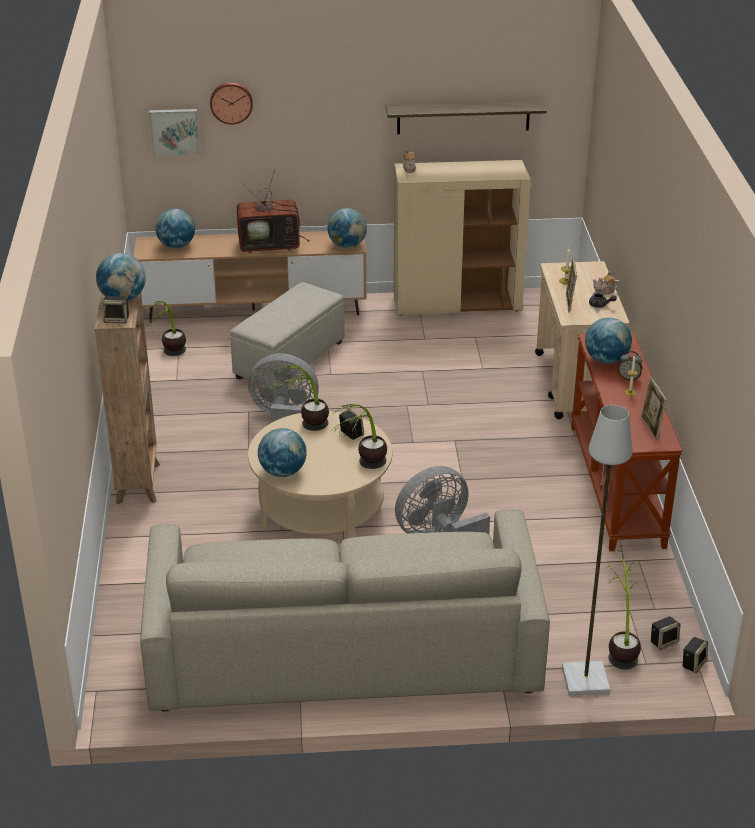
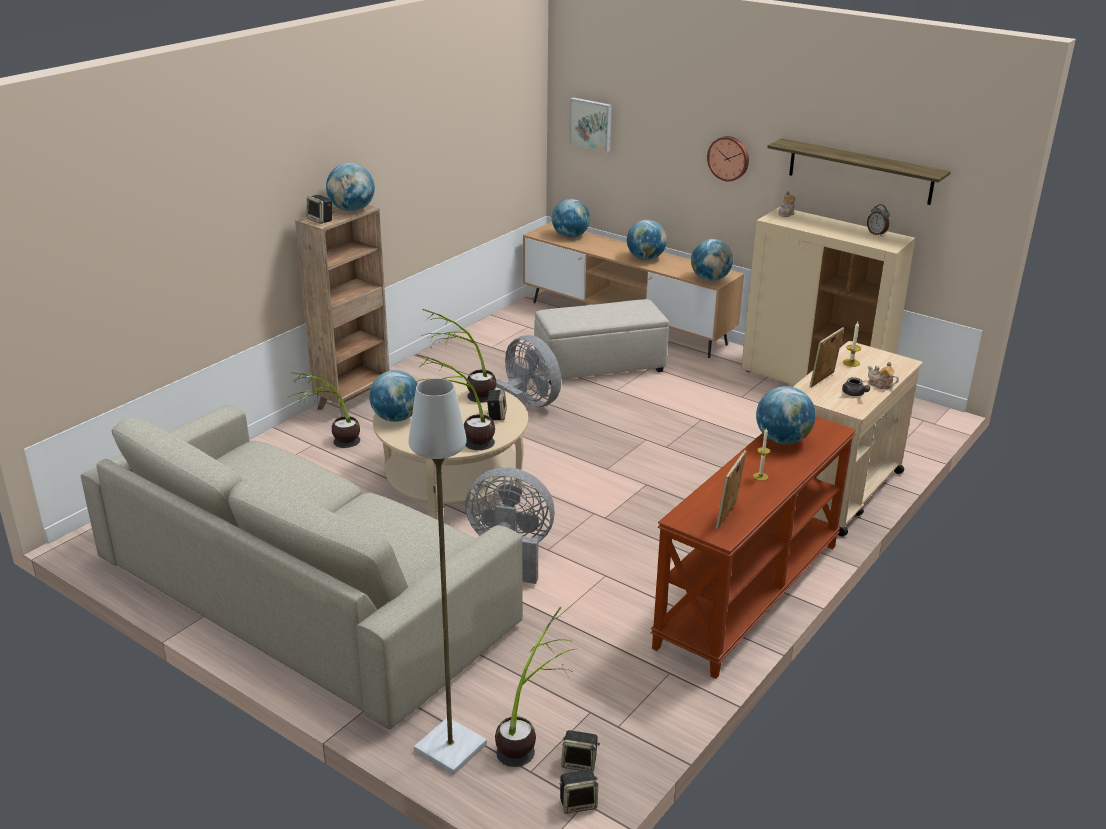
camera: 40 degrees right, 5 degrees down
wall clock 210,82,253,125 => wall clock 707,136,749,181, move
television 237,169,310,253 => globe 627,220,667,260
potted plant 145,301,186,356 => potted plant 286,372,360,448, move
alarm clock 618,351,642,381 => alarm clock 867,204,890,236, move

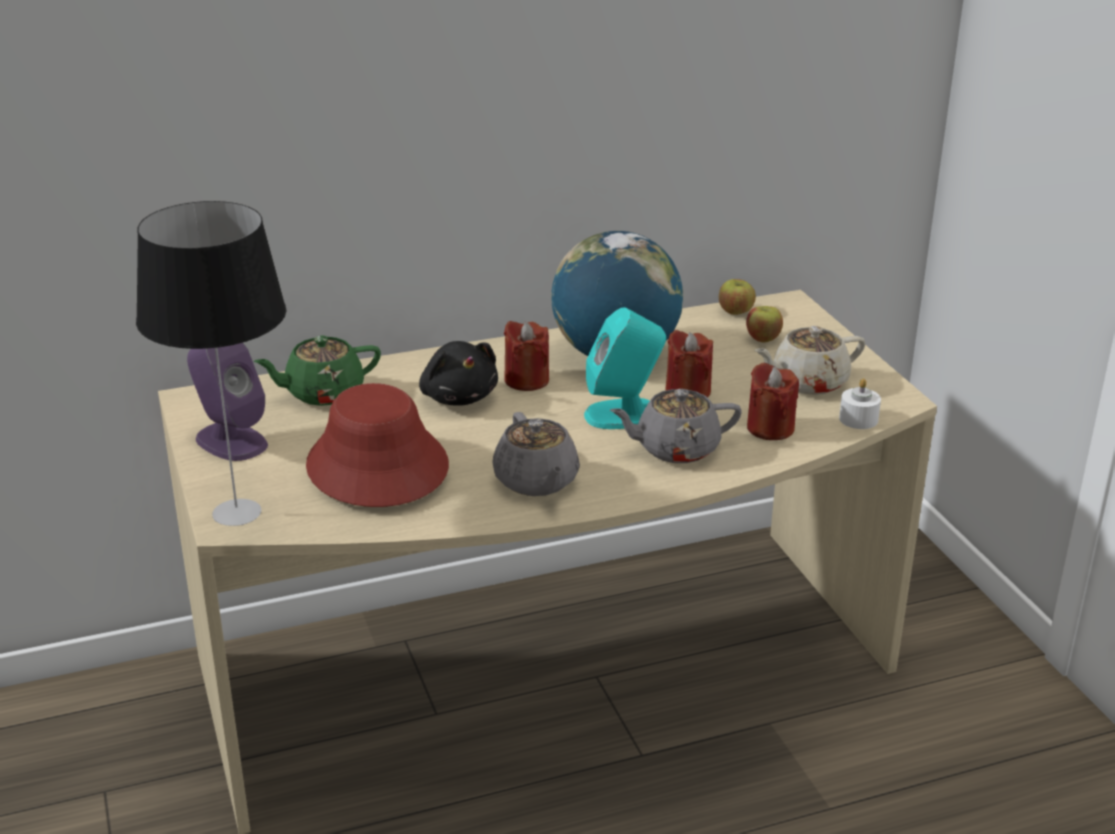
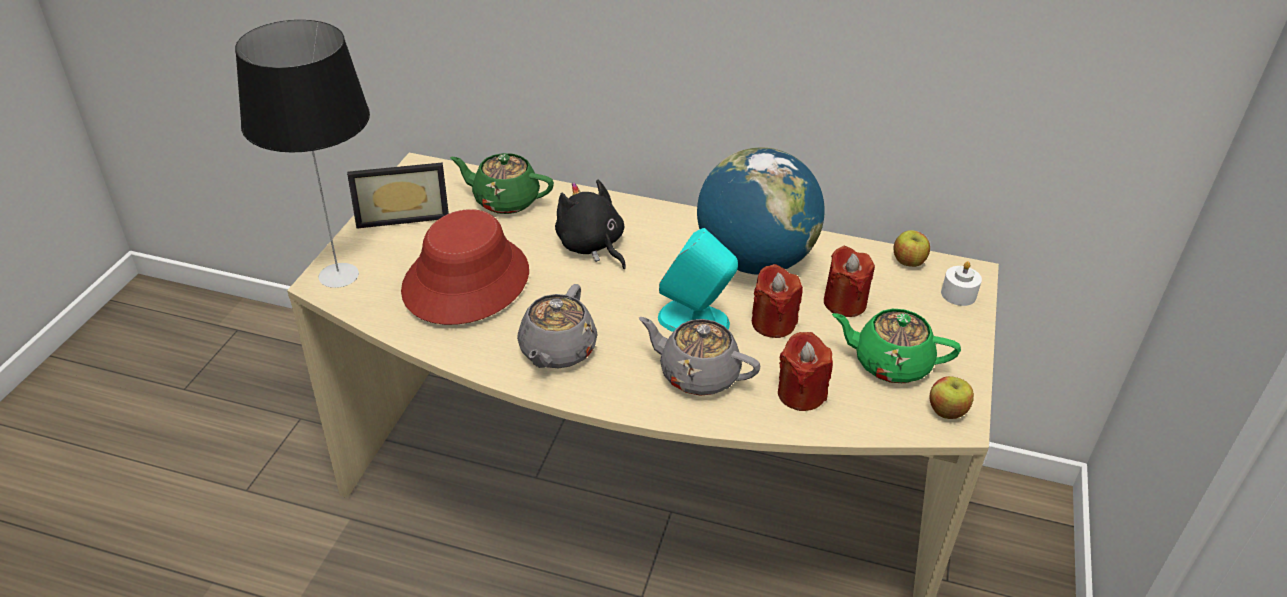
camera: 35 degrees right, 10 degrees up
apple 746,306,783,342 => apple 930,376,974,419, move
red candle 504,321,549,391 => red candle 824,246,875,317, move
beige teapot 754,326,866,395 => green teapot 832,309,961,383
black plush toy 419,341,498,406 => black plush toy 555,180,626,269, 135 degrees clockwise
purple speaker 187,343,268,461 => picture frame 347,162,449,229
white candle 839,379,881,429 => white candle 941,261,982,306, move

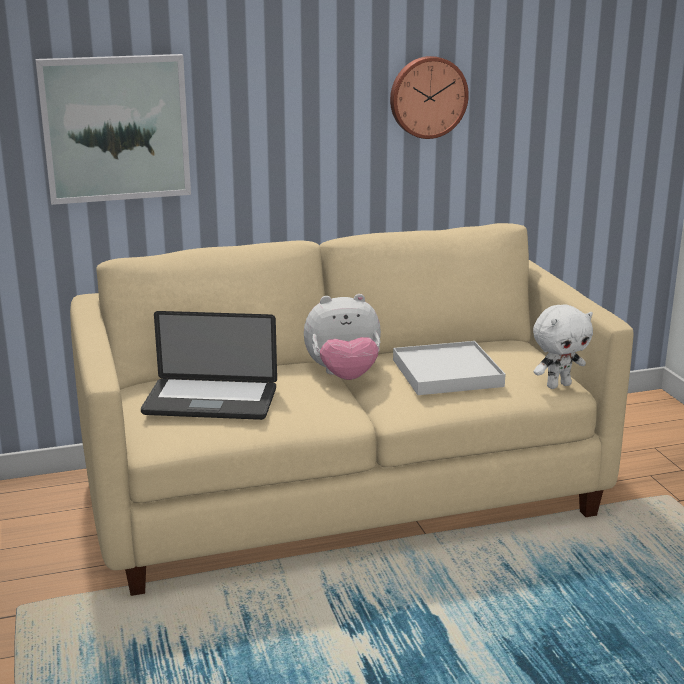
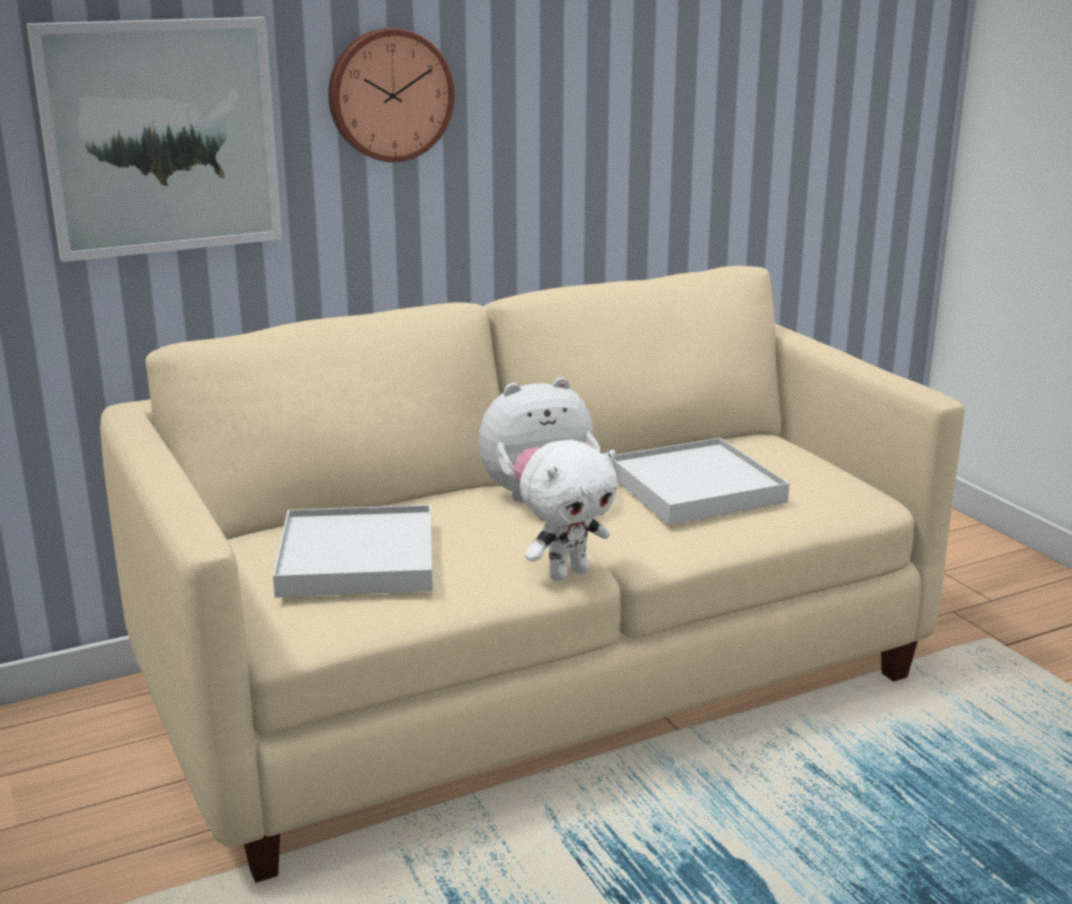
camera: 10 degrees left, 0 degrees up
wall clock 390,56,469,139 => wall clock 328,28,455,162, move
white plush toy 533,305,593,389 => white plush toy 520,440,618,581, move
laptop 141,311,277,420 => white tray 273,505,433,598

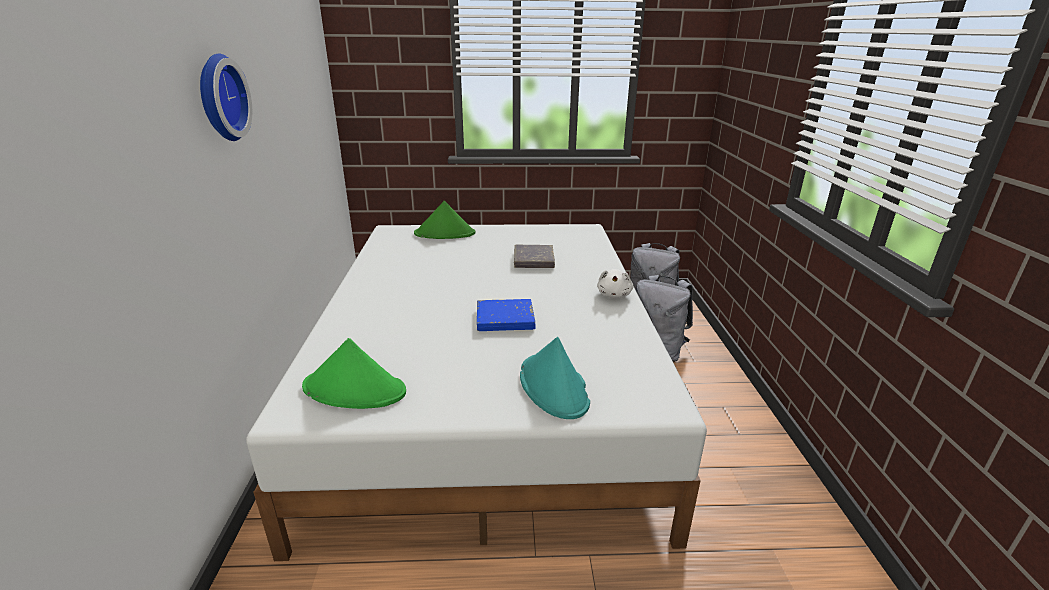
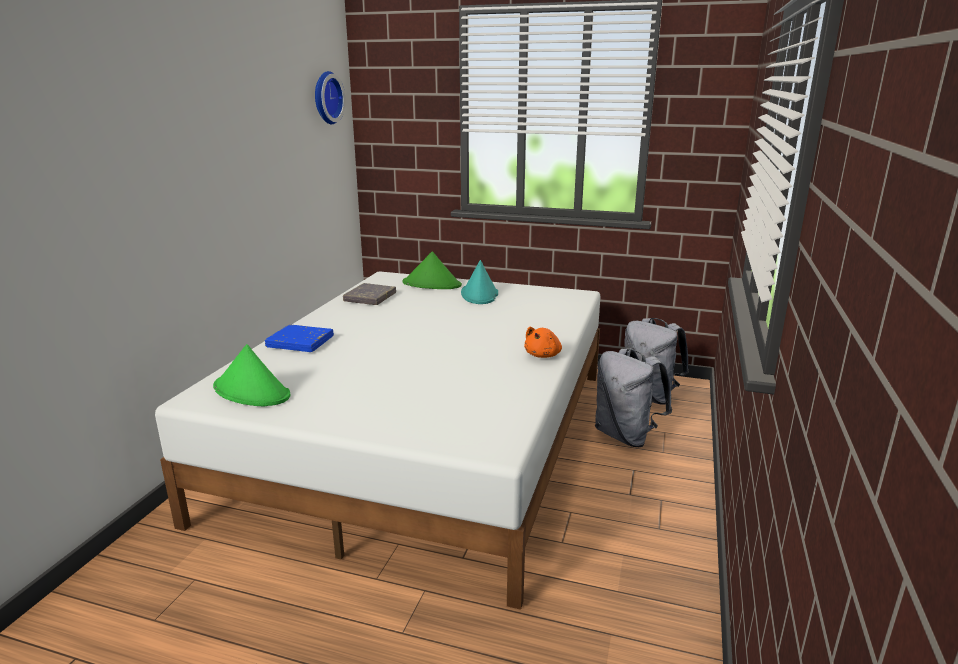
camera: 20 degrees right, 5 degrees down
wall clock 200,53,252,141 => wall clock 315,71,345,124, move
grey book 514,245,555,268 => grey book 343,283,396,305, move
white plush toy 597,269,633,298 => orange plush toy 524,327,562,358
blue book 477,299,535,331 => blue book 265,324,334,352, move
turquoise hat 520,337,590,419 => turquoise hat 461,260,498,304, move

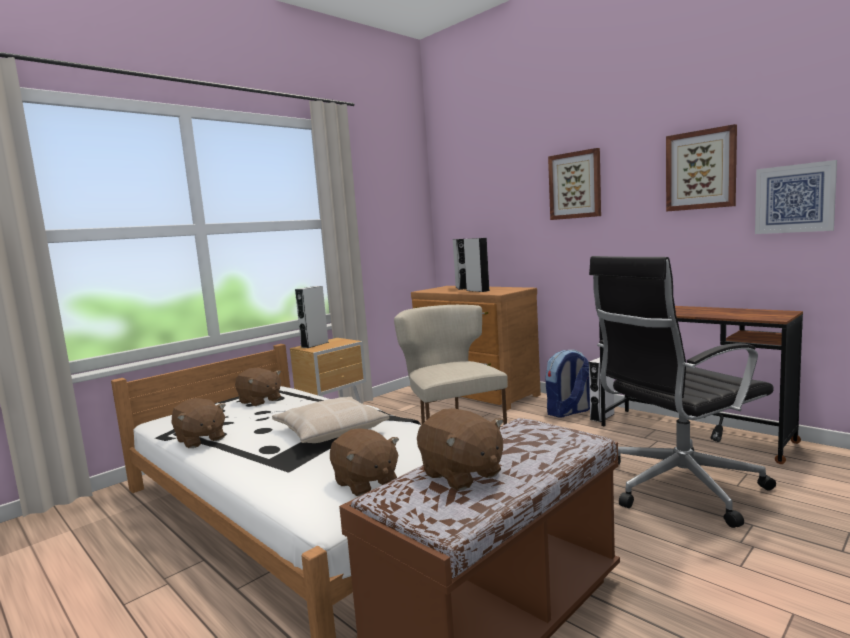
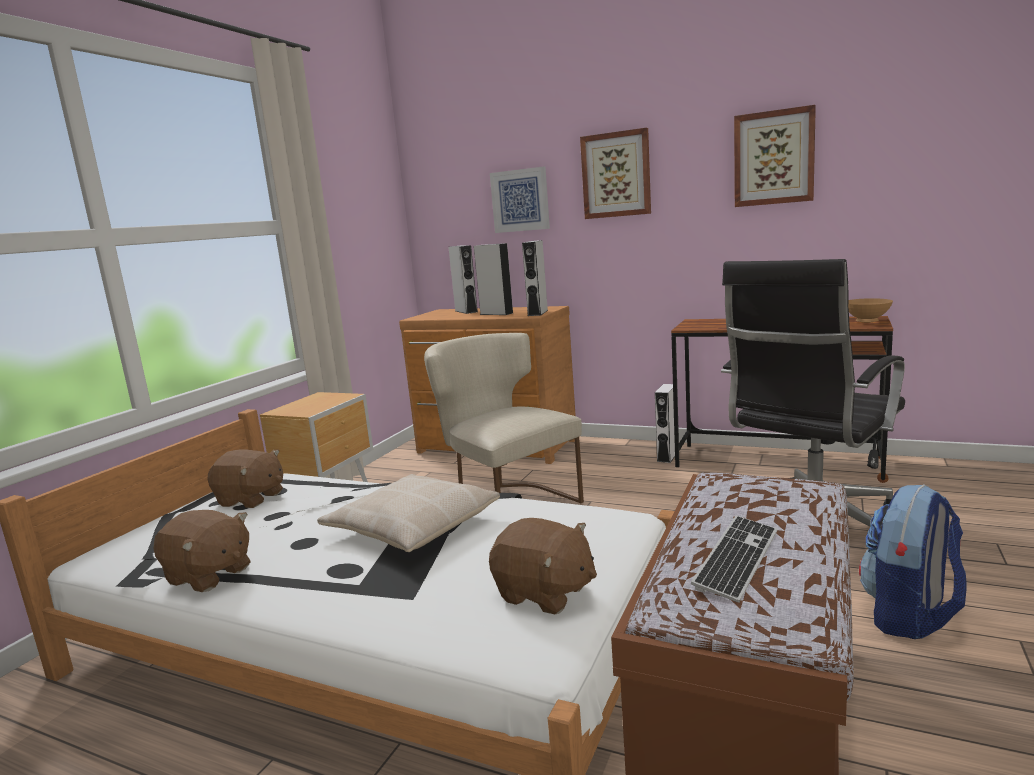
camera: 20 degrees left, 5 degrees up
picture 755,160,837,234 => picture 490,166,550,233, move
grey speaker 295,286,329,348 => grey speaker 522,240,548,316, move
backpack 545,350,590,418 => backpack 859,484,966,639, move
brown plush toy 417,408,504,490 => keyboard 691,516,777,603
nothing => brown bowl 848,298,893,323

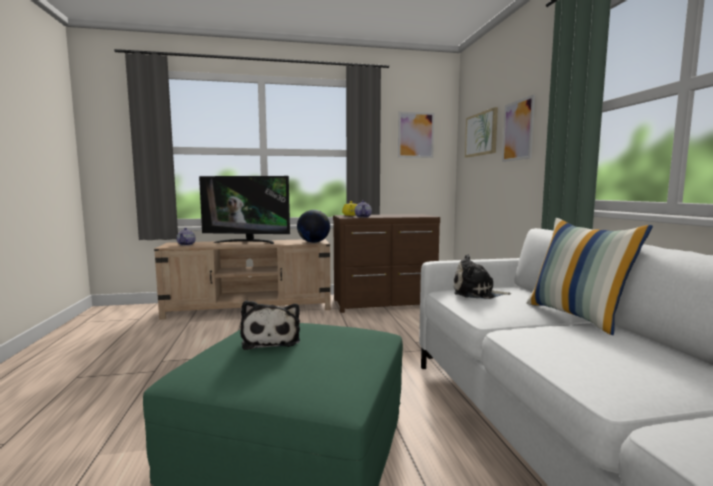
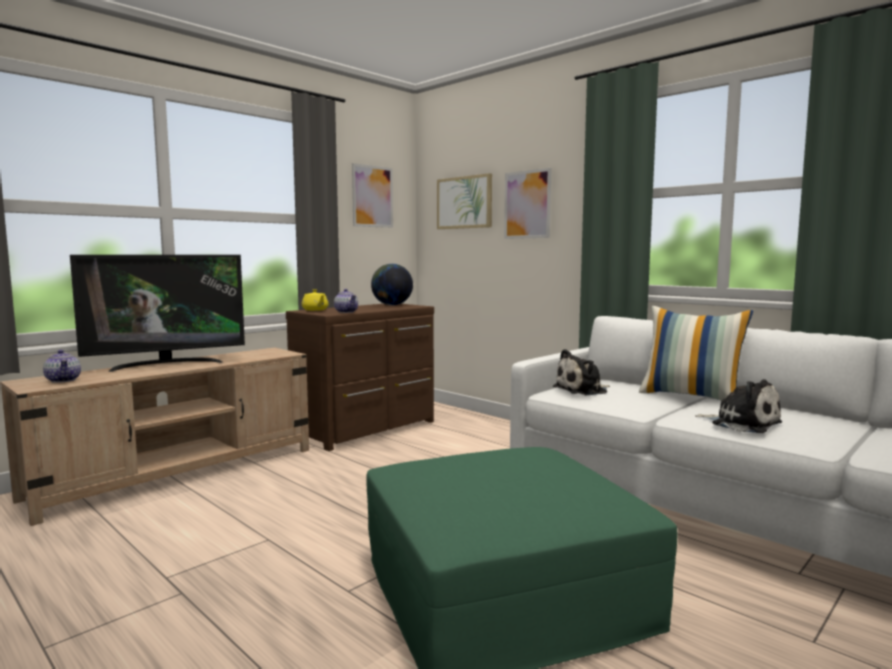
camera: 35 degrees left, 0 degrees up
globe 297,210,330,243 => globe 371,264,413,305, move
plush toy 240,300,300,350 => plush toy 695,379,782,433, move

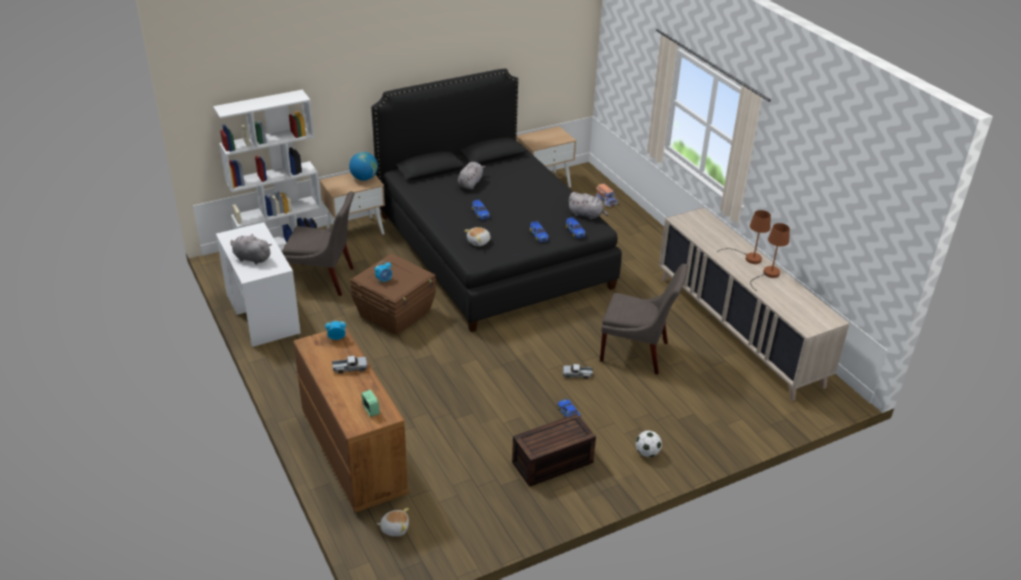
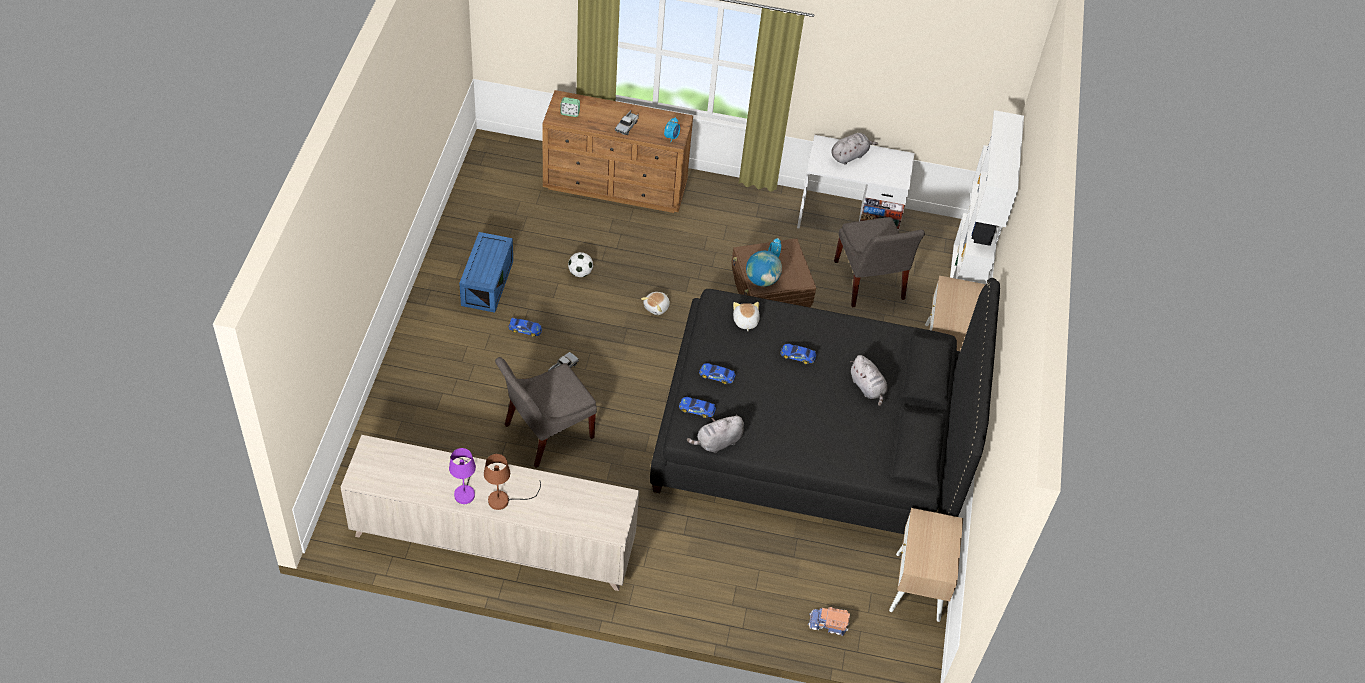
camera: 125 degrees right, 15 degrees up
globe 349,152,378,181 => globe 746,251,782,287, move
grey chair 282,191,354,296 => grey chair 834,217,925,307, 60 degrees counterclockwise
brown table lamp 750,223,790,291 => purple table lamp 449,448,476,504
brown storage box 512,414,596,487 => blue storage box 459,232,513,313
football 636,431,662,457 => football 568,252,593,277, move
plush toy 377,508,409,537 => plush toy 641,292,670,315, move

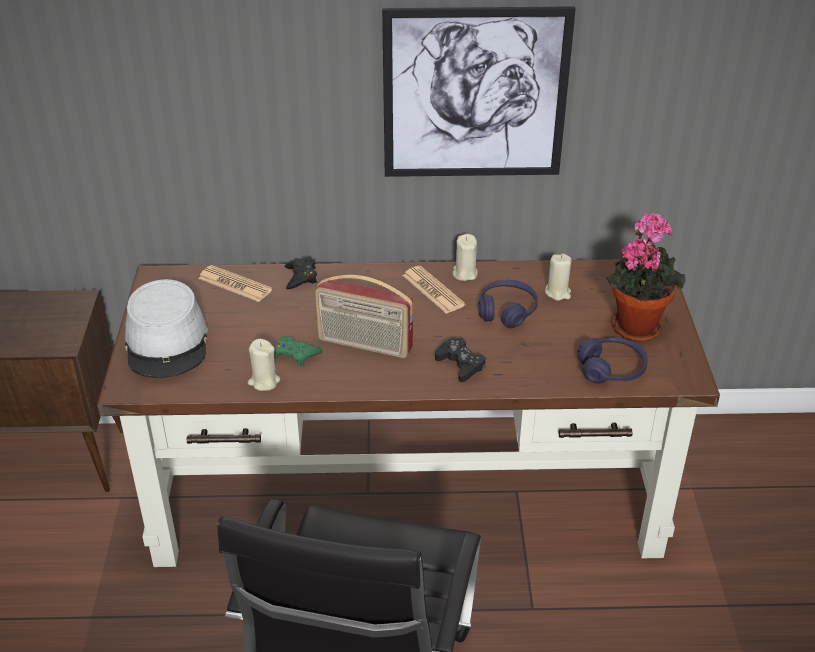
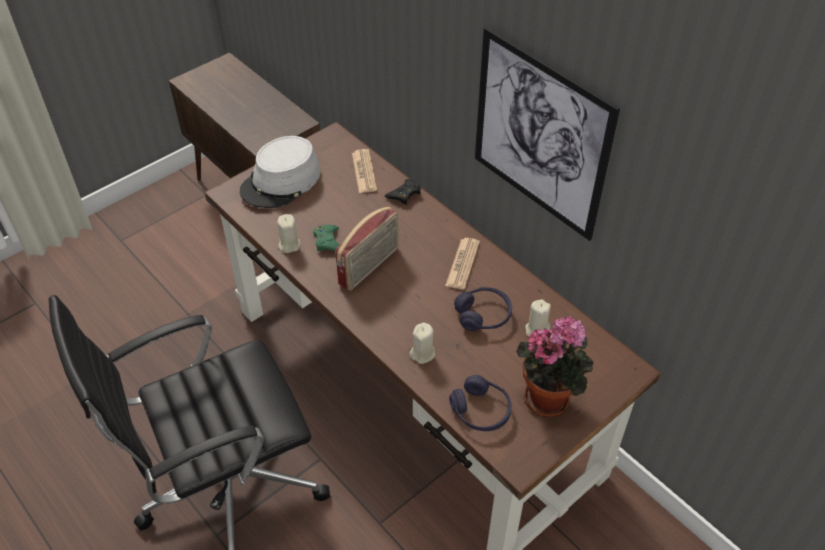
camera: 50 degrees right, 10 degrees up
beige candle 452,234,478,281 => beige candle 410,322,435,364, move
radio 315,275,413,358 => radio 335,206,399,291, 120 degrees counterclockwise
black game controller 435,337,486,382 => nothing

